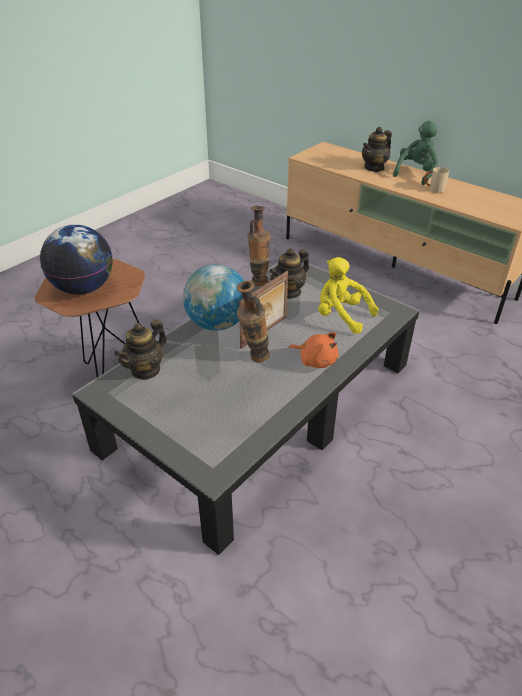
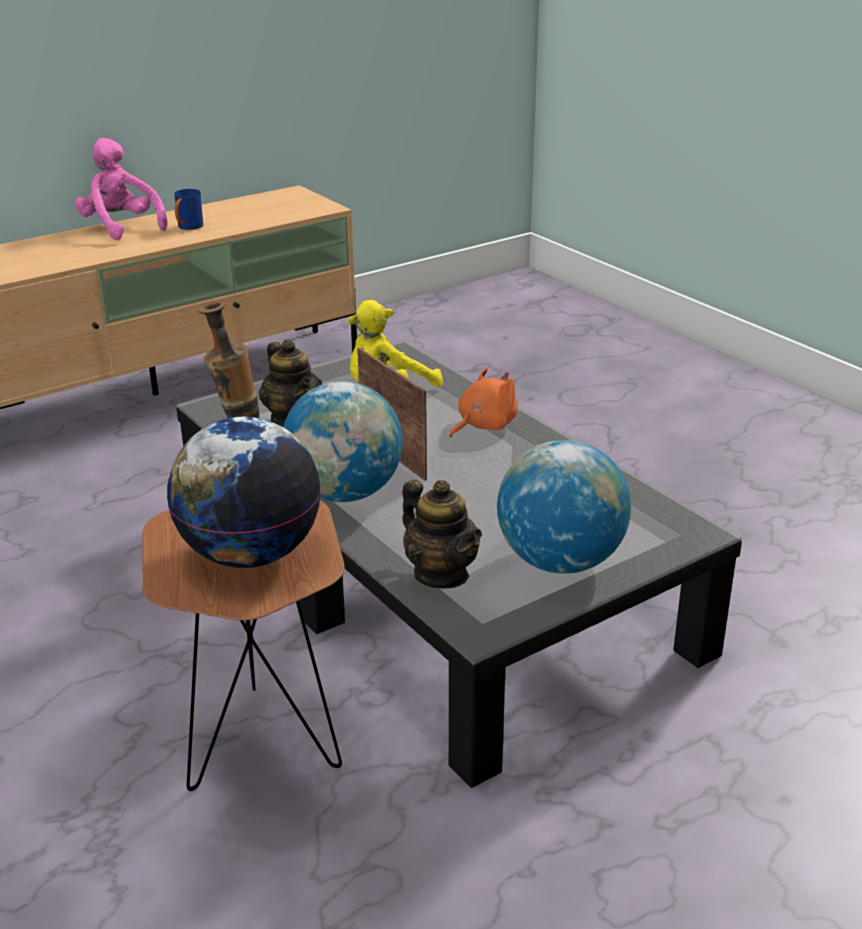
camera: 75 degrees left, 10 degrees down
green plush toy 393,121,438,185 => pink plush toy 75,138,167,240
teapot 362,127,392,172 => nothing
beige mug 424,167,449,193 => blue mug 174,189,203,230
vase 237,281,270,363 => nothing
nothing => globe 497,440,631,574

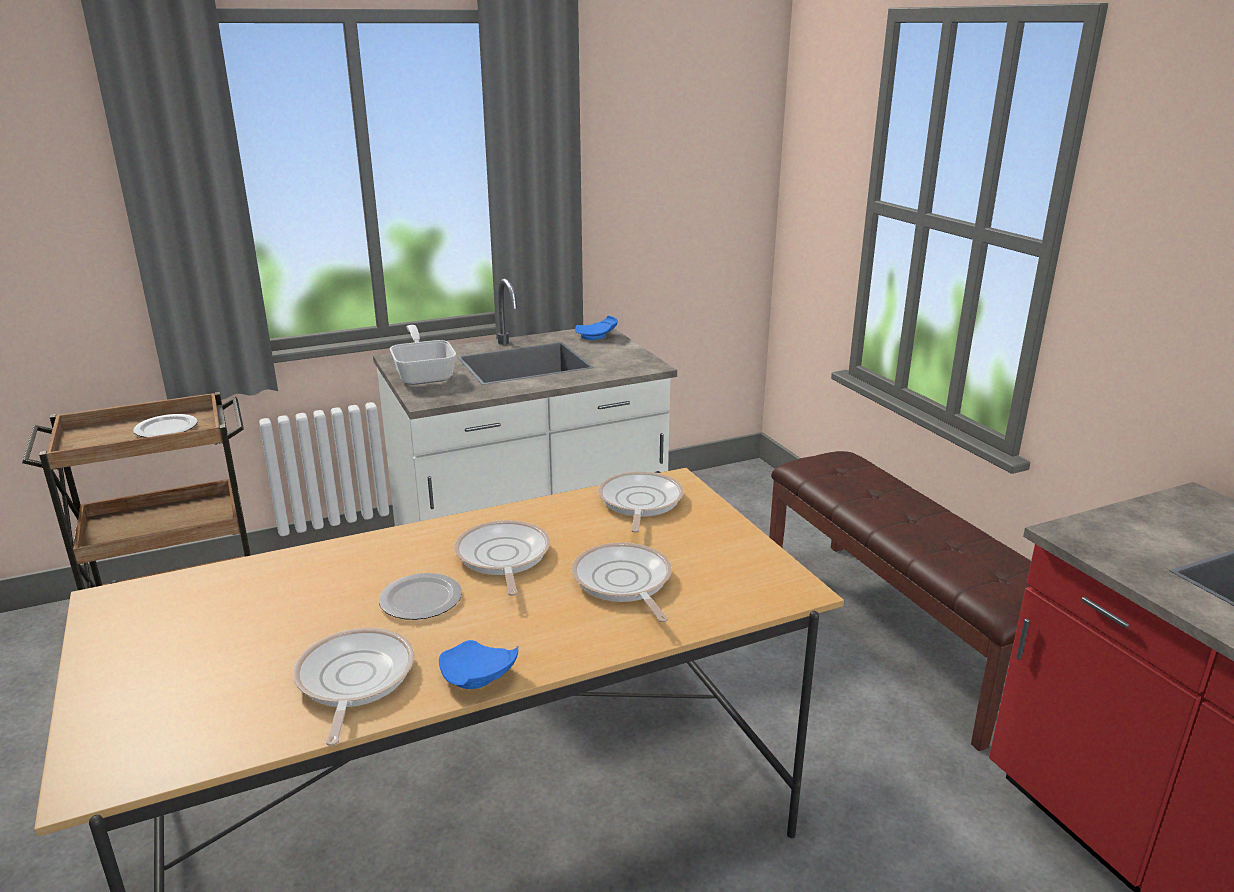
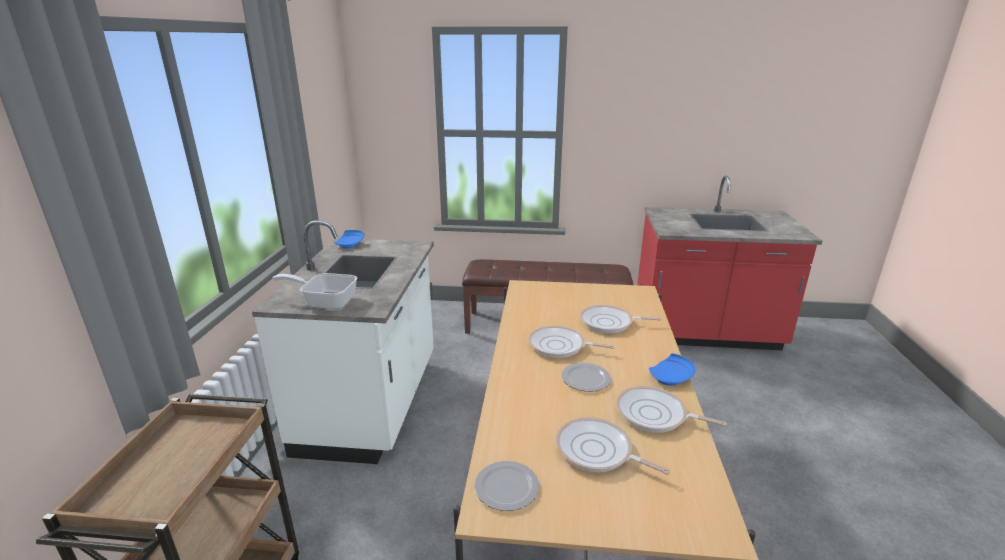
camera: 60 degrees left, 0 degrees up
plate 133,414,198,437 => plate 474,461,539,511, move
frying pan 598,471,684,533 => frying pan 556,417,670,475, move

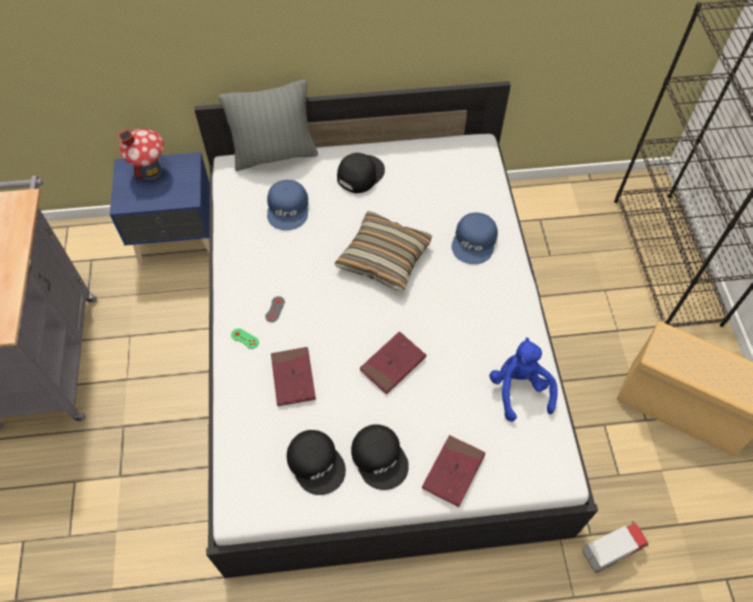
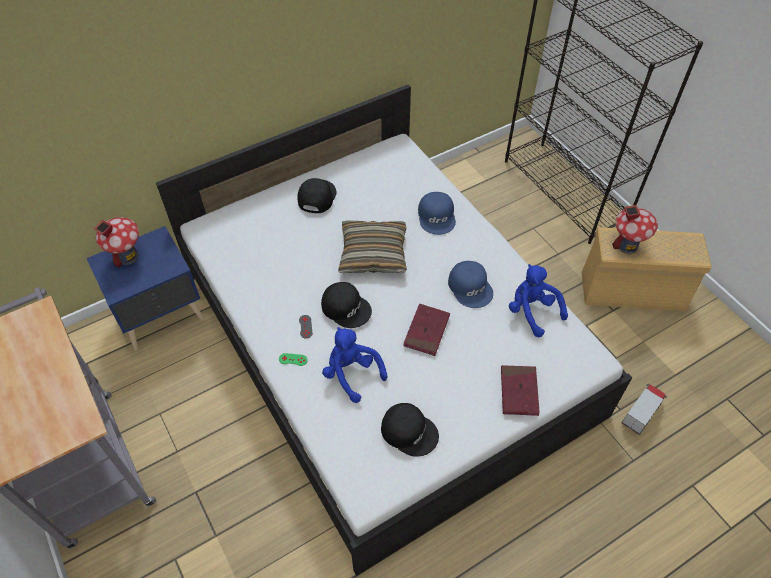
camera: 25 degrees left, 5 degrees down
grey pillow 219,80,318,171 => nothing
blue cap 267,180,308,230 => blue cap 448,261,493,308, move
red book 271,347,316,406 => blue plush toy 322,327,387,403
black cap 351,424,409,490 => black cap 321,282,372,328, move
nothing => toy house 612,205,658,254

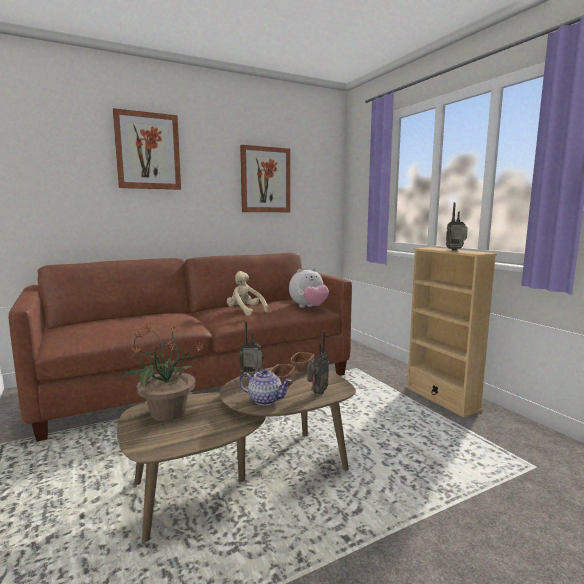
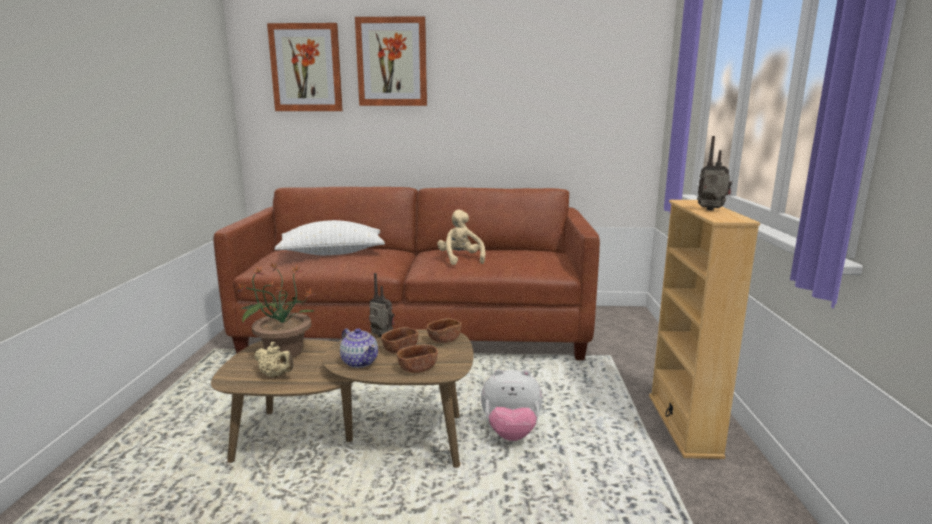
camera: 30 degrees right, 5 degrees up
picture 240,145,290,212 => picture 267,23,343,111, move
plush toy 289,268,329,308 => plush toy 481,369,542,441, move
radio 307,331,329,395 => brown bowl 397,344,438,373
nothing => white pillow 274,220,385,255
nothing => beige teapot 254,342,294,378

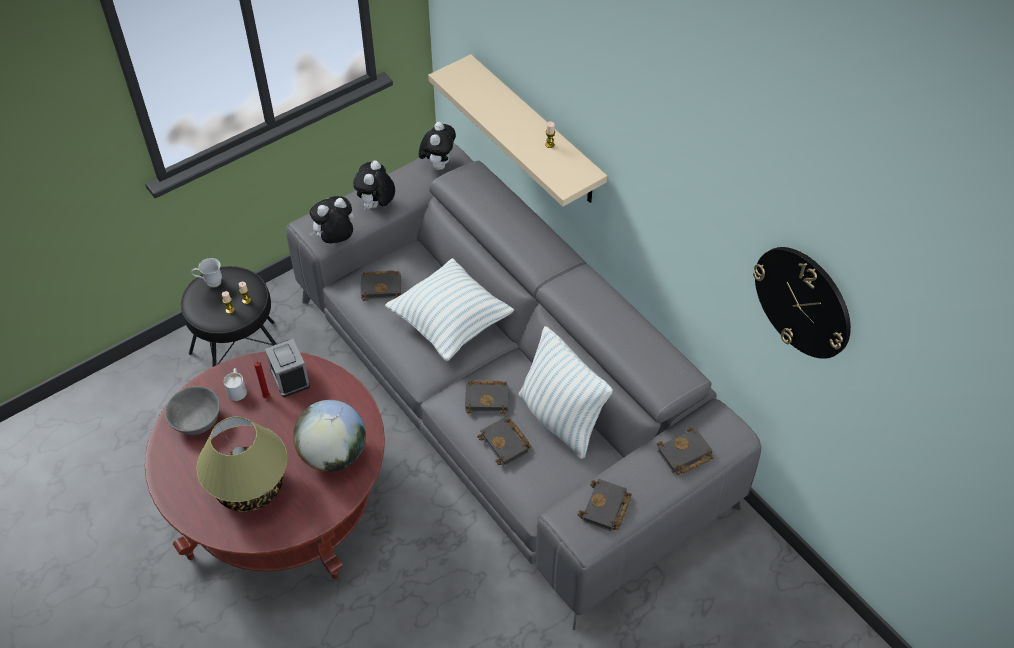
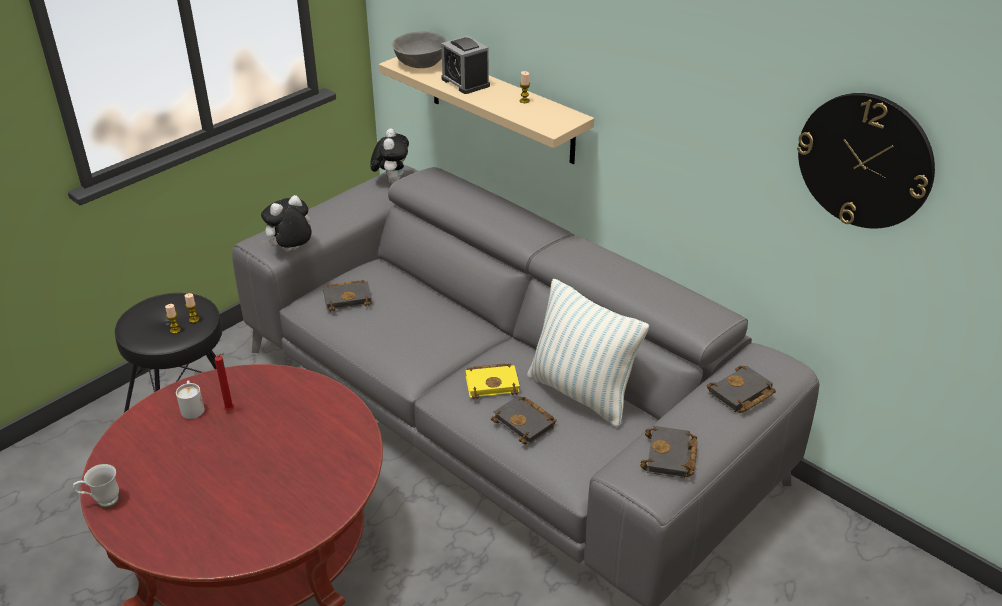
camera: 10 degrees left, 15 degrees down
plush toy 353,160,395,210 => nothing
white mug 191,258,222,288 => white mug 73,464,119,507, move
pillow 385,258,514,361 => nothing
alarm clock 265,339,310,397 => alarm clock 441,36,490,94, move
black book 465,380,509,414 => yellow book 466,363,520,399
grey bowl 165,386,220,435 => grey bowl 392,31,447,68, move
globe 293,400,366,472 => nothing
table lamp 196,417,288,512 => nothing

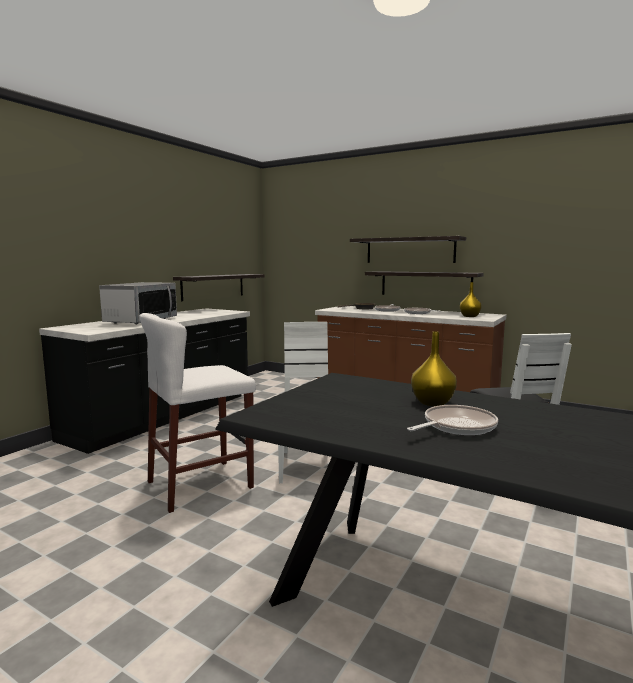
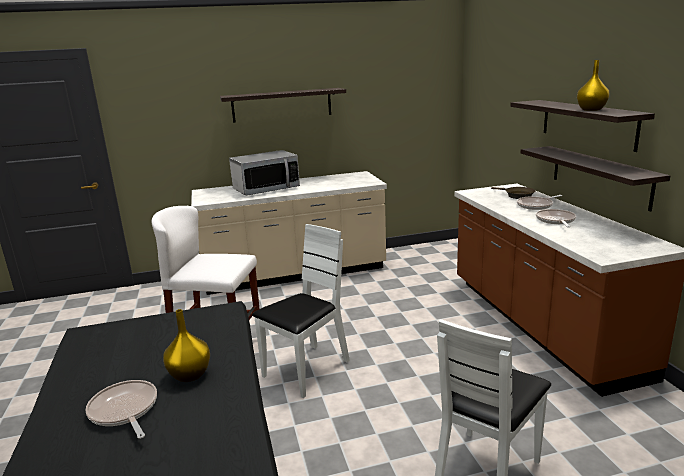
camera: 45 degrees right, 10 degrees up
shelf 173,274,264,301 => shelf 220,88,346,123, move
yellow vase 460,282,482,317 => yellow vase 577,60,610,111, move
black counter 39,308,250,454 => beige counter 191,171,387,295
frying pan 407,405,498,435 => frying pan 85,380,157,439, 135 degrees counterclockwise

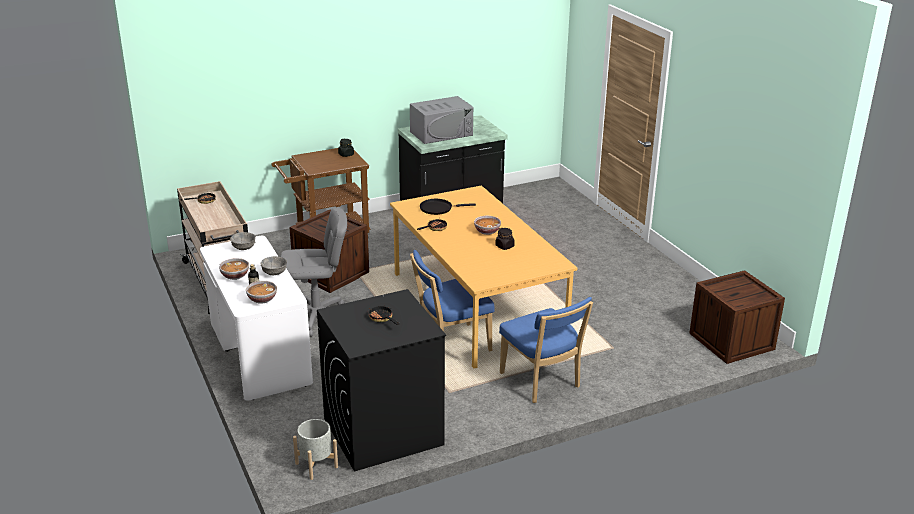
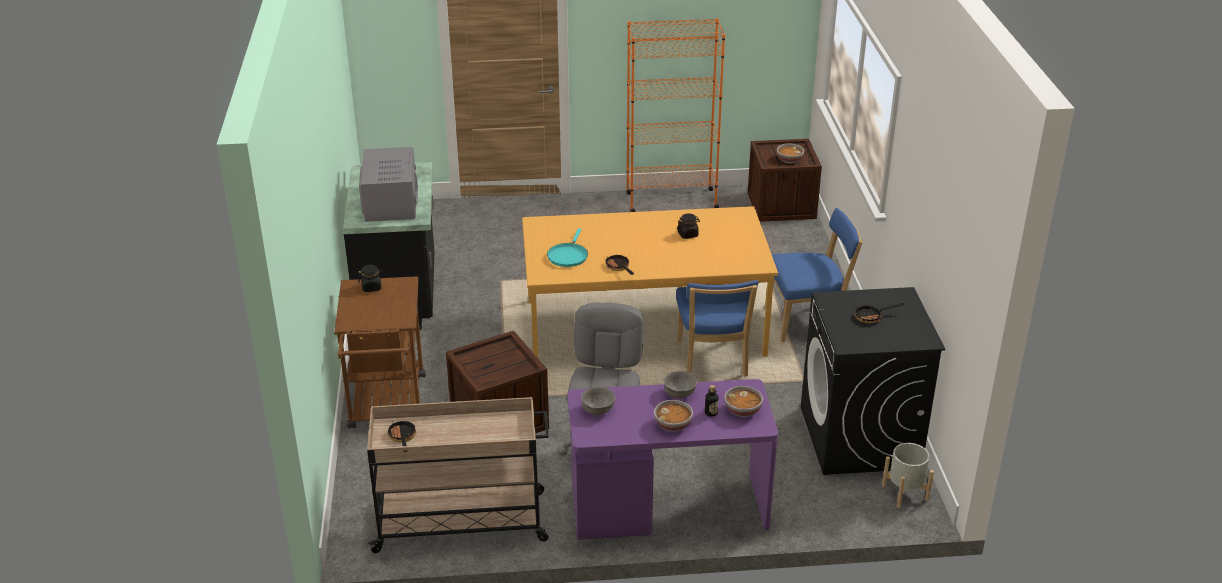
camera: 70 degrees left, 5 degrees up
black frying pan 420,199,476,215 => turquoise frying pan 547,228,588,267
bowl 474,216,501,235 => bowl 777,143,804,163, move
white desk 200,236,313,401 => purple desk 568,379,778,540
nothing => orange bookcase 626,18,725,212

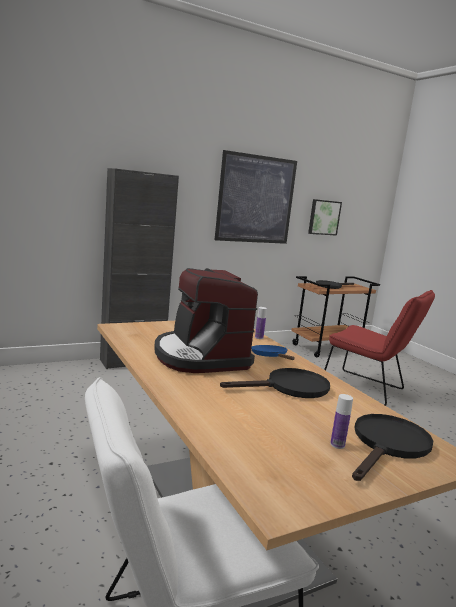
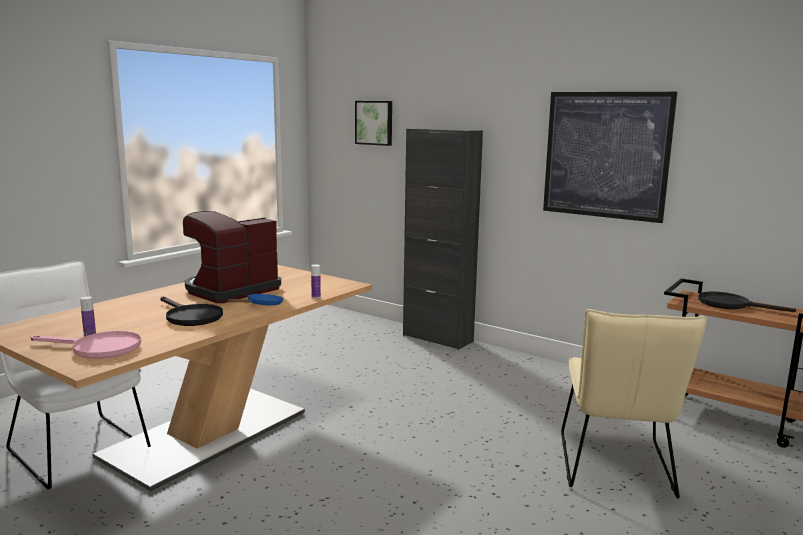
camera: 65 degrees right, 0 degrees up
picture 308,199,342,236 => picture 355,101,392,146, move
red chair 324,290,435,406 => beige chair 561,309,708,499
black frying pan 352,414,433,481 => pink frying pan 30,331,141,359

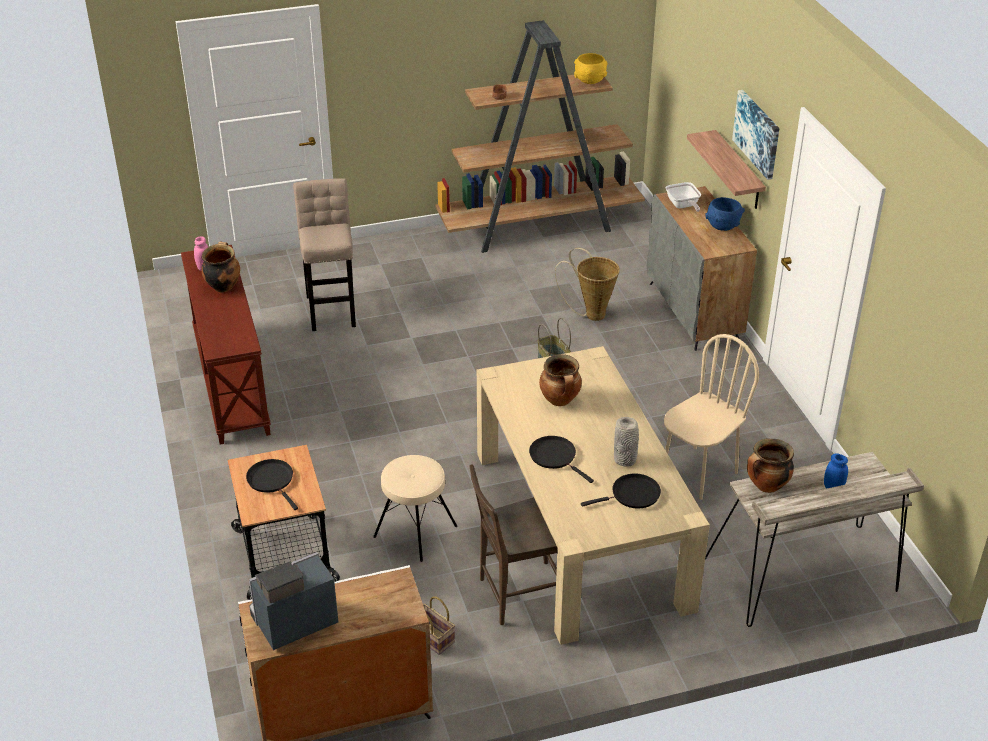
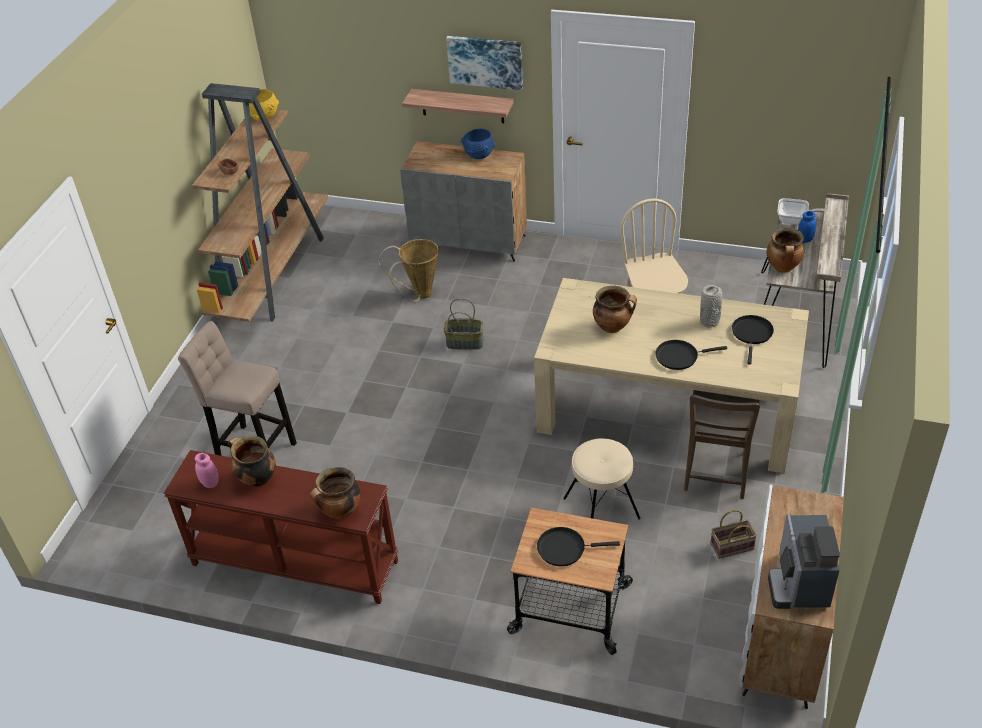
camera: 55 degrees left, 5 degrees up
frying pan 666,182,701,212 => frying pan 777,198,825,225, move
nothing => cooking pot 310,467,360,519

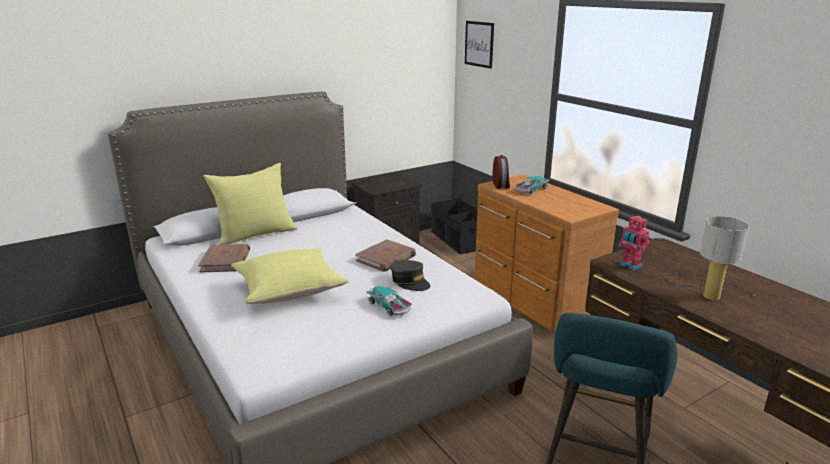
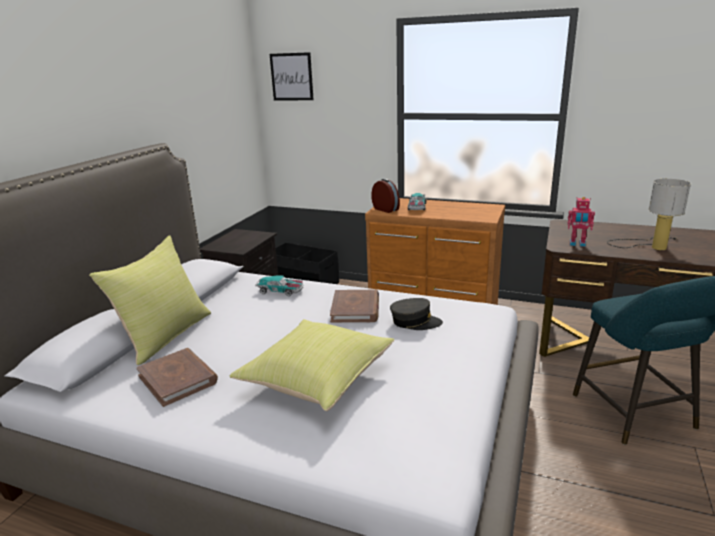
camera: 35 degrees left, 0 degrees up
toy car 367,285,412,316 => toy car 255,276,303,296, move

